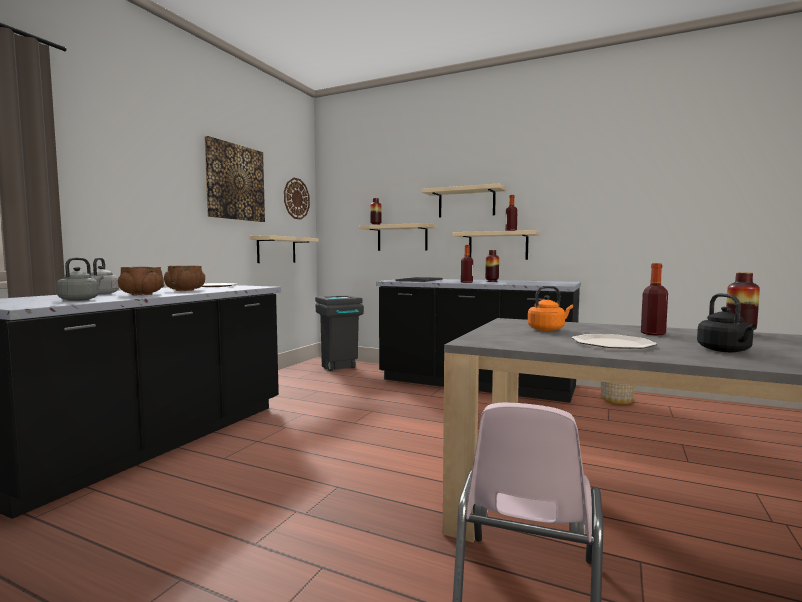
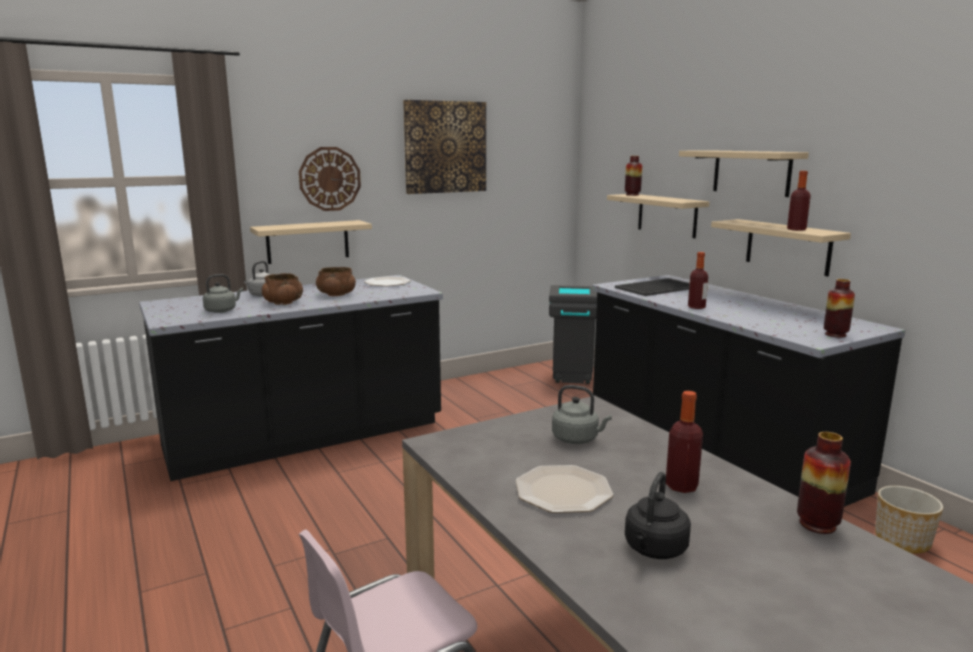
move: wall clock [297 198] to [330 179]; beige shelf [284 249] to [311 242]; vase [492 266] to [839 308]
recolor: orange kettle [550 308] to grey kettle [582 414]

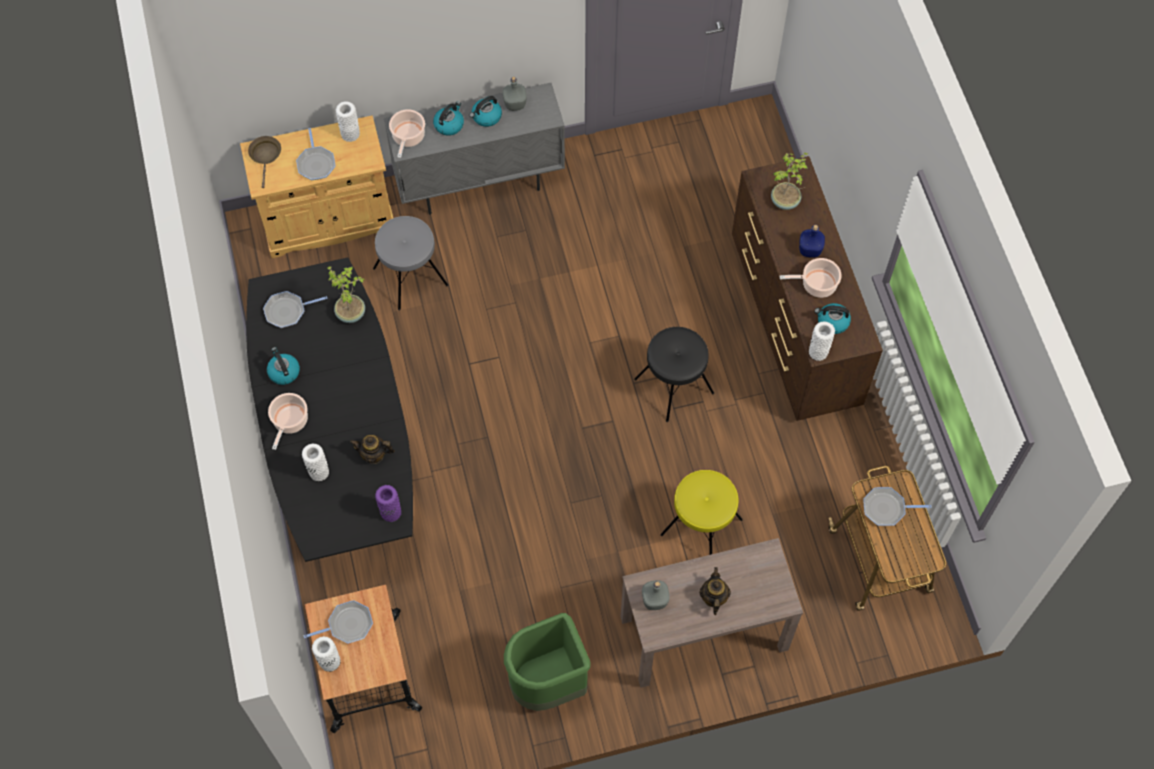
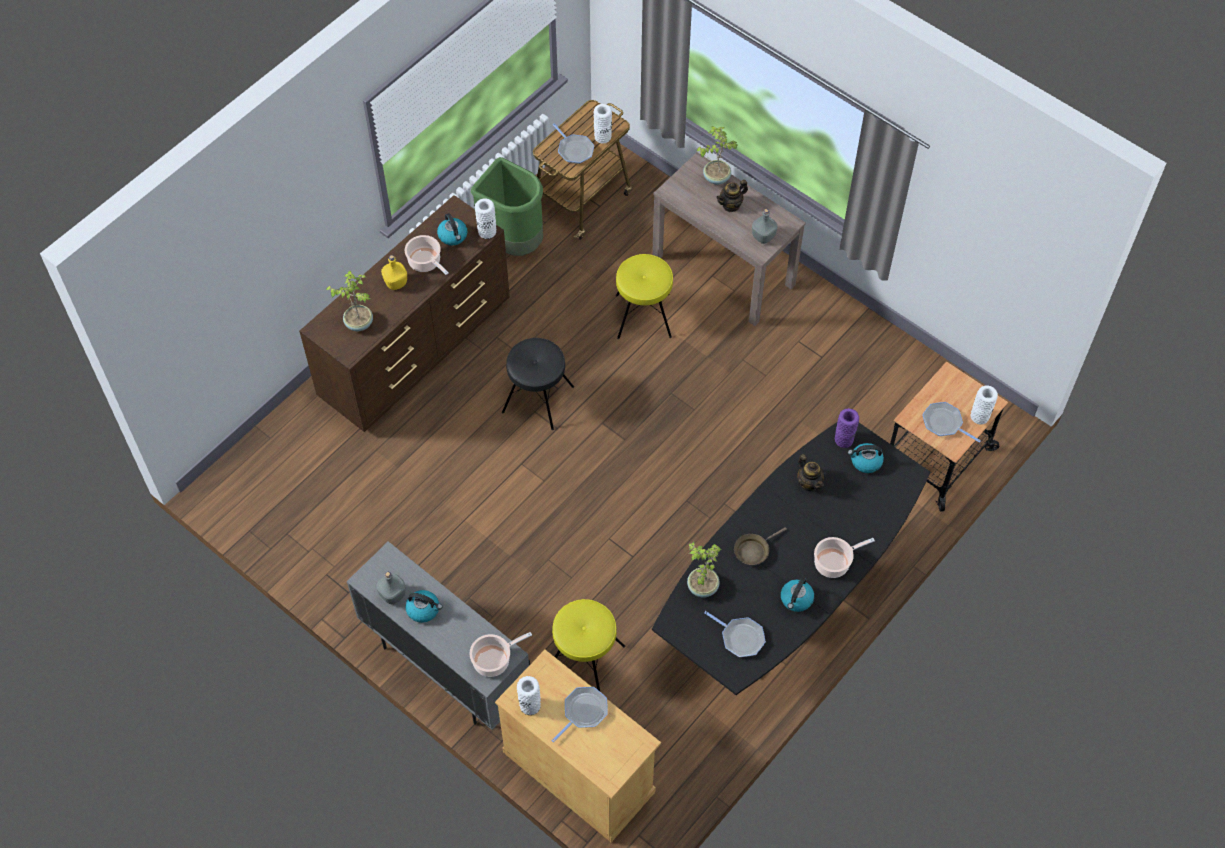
insert: potted plant [717 155]
move: kettle [448 118] to [866 458]; brown frying pan [264 162] to [760 546]; white vase [315 463] to [603 124]; green trash can [547 662] to [507 206]
recolor: grey stool [410 263] to yellow stool [588 645]; blue bottle [812 241] to yellow bottle [394 272]

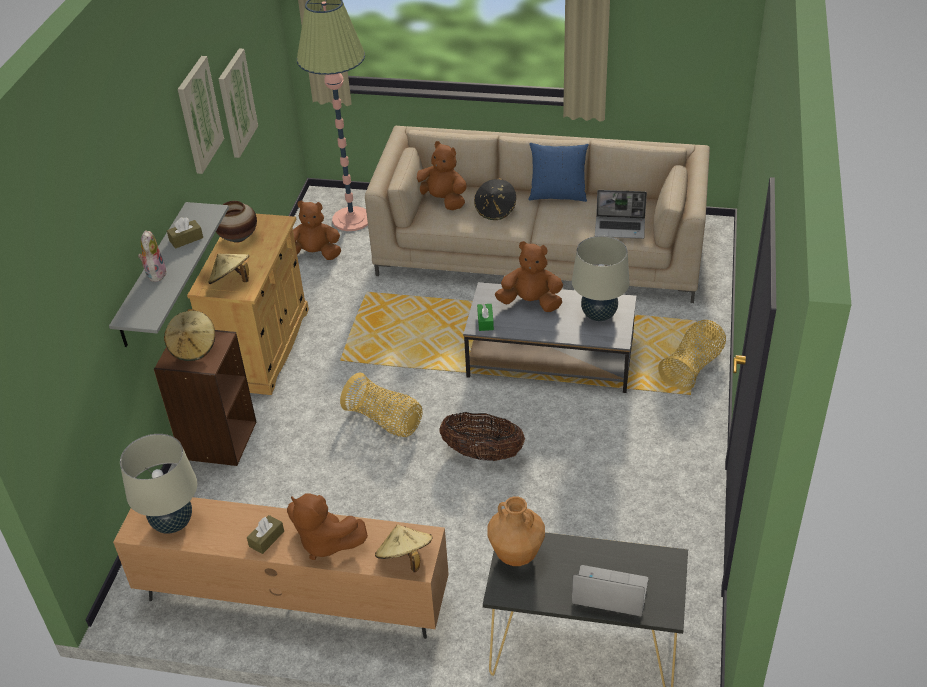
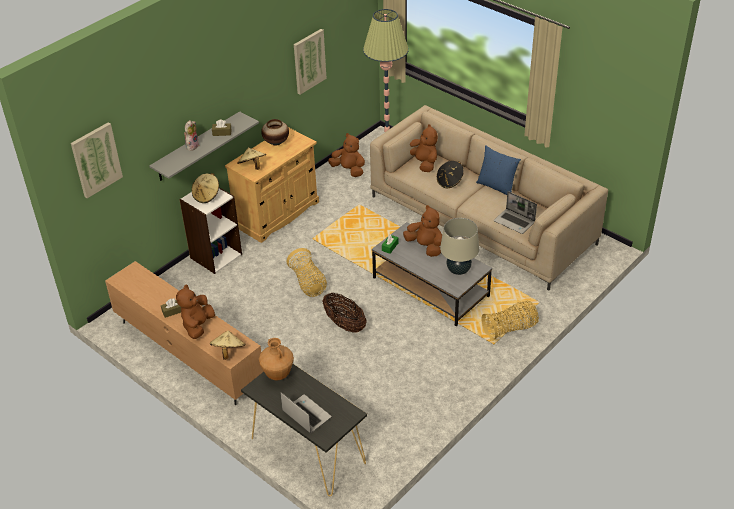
delete: beige table lamp [158 484]
move: picture [201 115] to [97 160]
recolor: brown bookcase [205 398] to white bookcase [210 230]
rotate: brown plush toy [327 526] = [195 311] 45 degrees clockwise

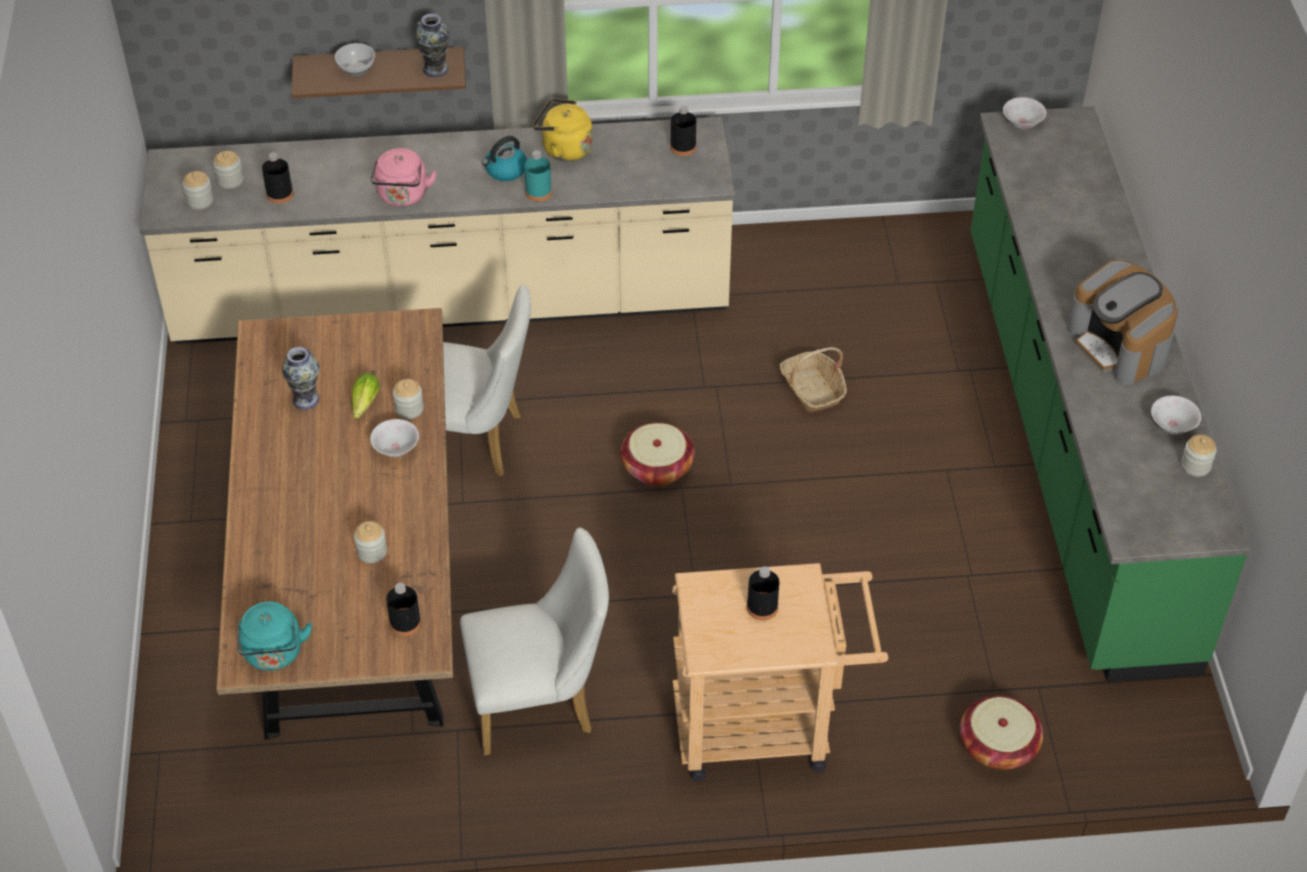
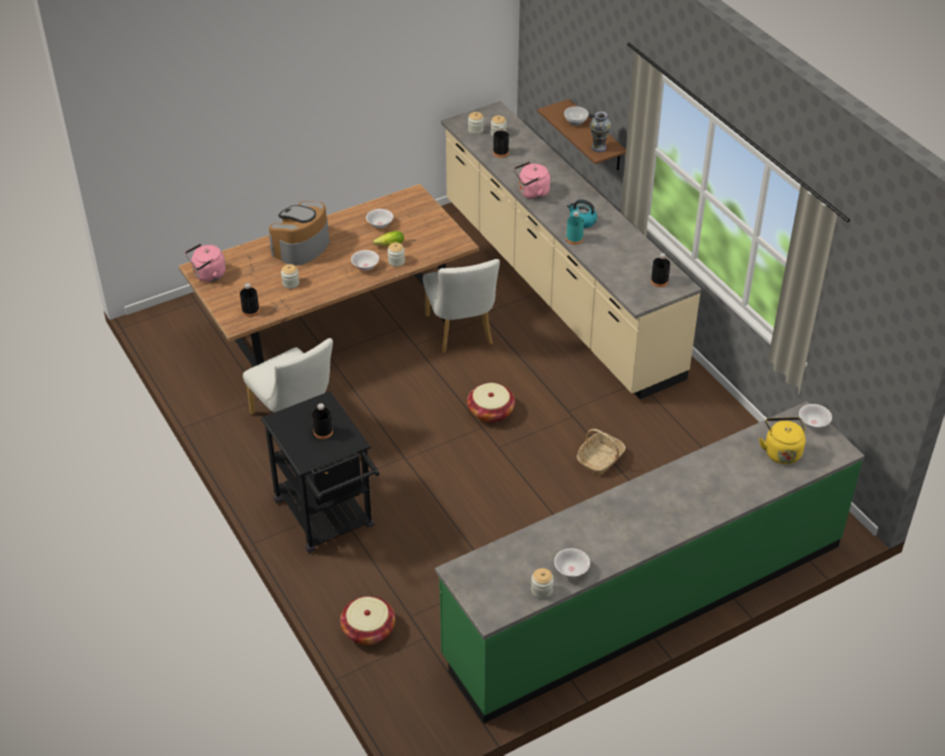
move: yellow kettle [563 129] to [782 440]; coffee machine [1122 322] to [299 233]
replace: vase [301 378] to white bowl [379 218]
recolor: beige cart [780 672] to black cart [320 472]; turquoise kettle [274 636] to pink kettle [205 263]

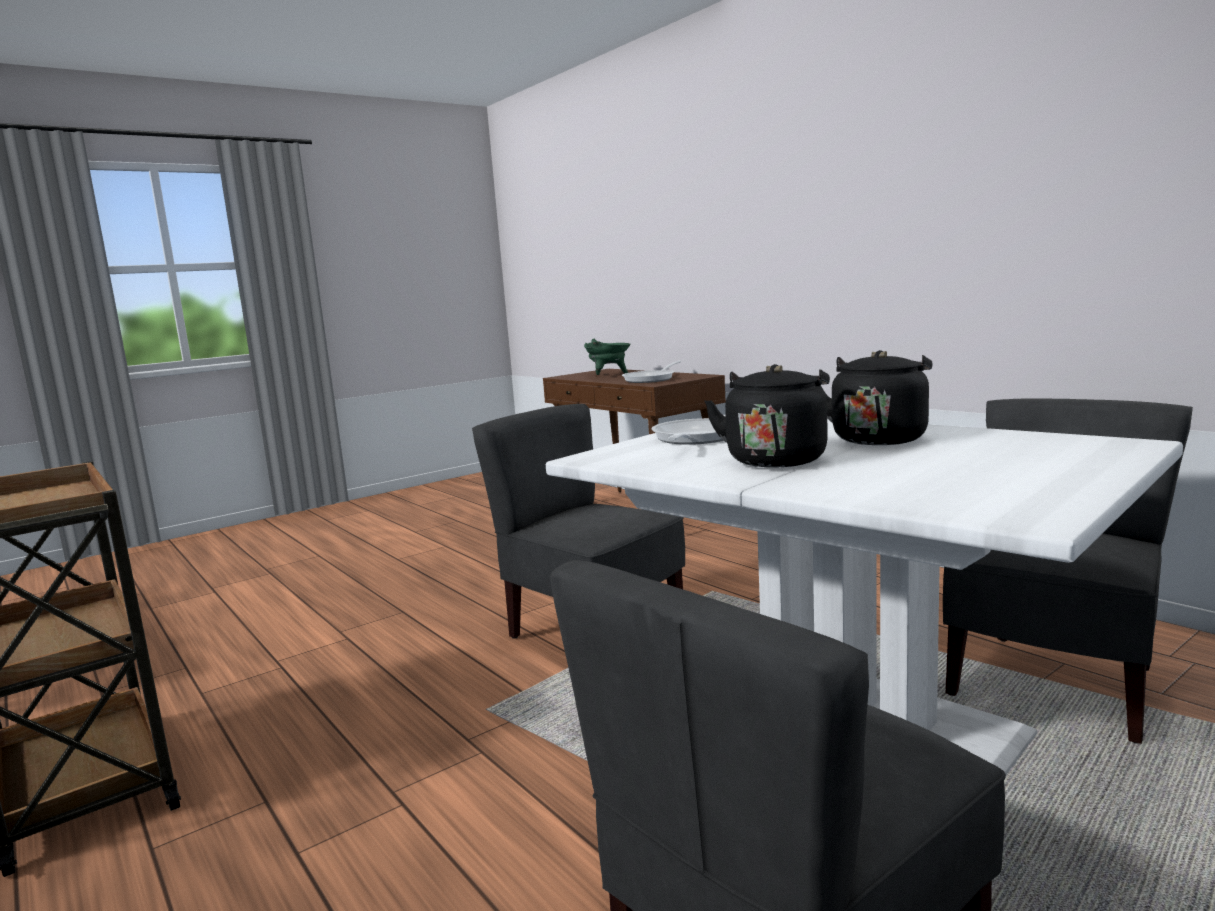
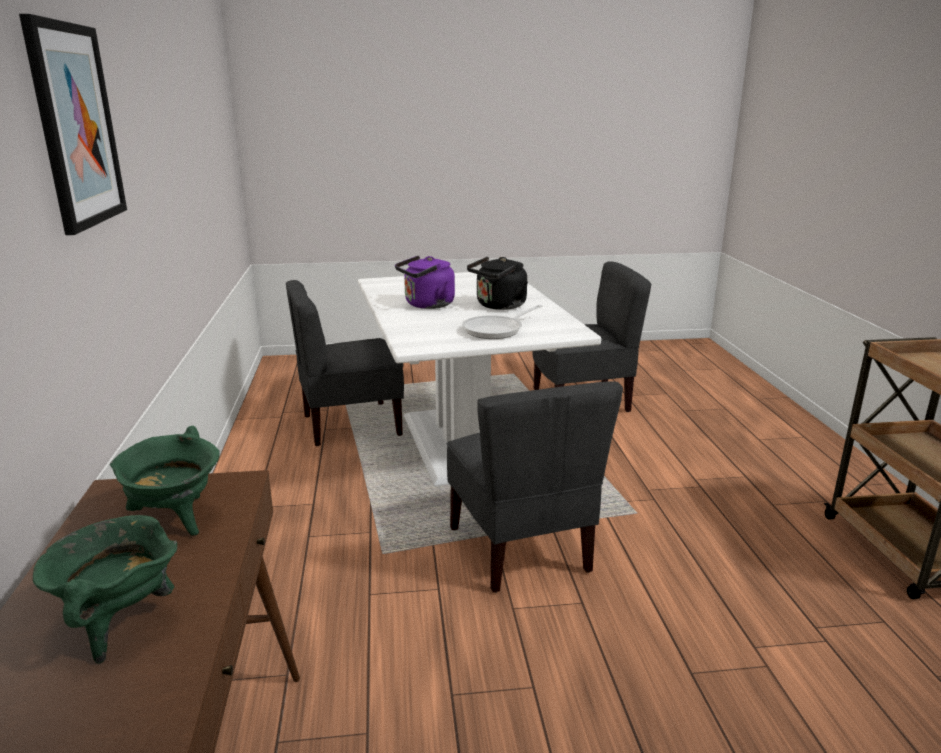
insert: picture [73 124]
replace: frying pan [651 372] to green cooking pot [164 481]
recolor: black kettle [875 397] to purple kettle [425 282]

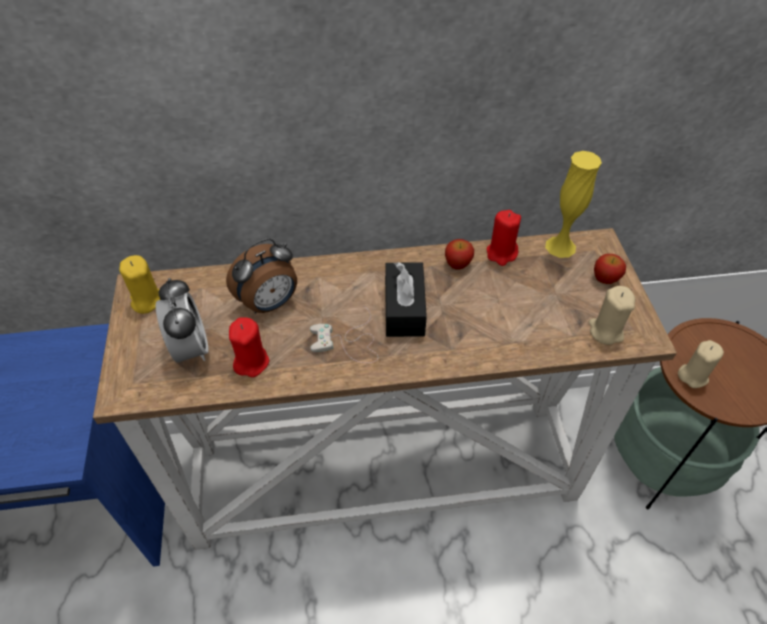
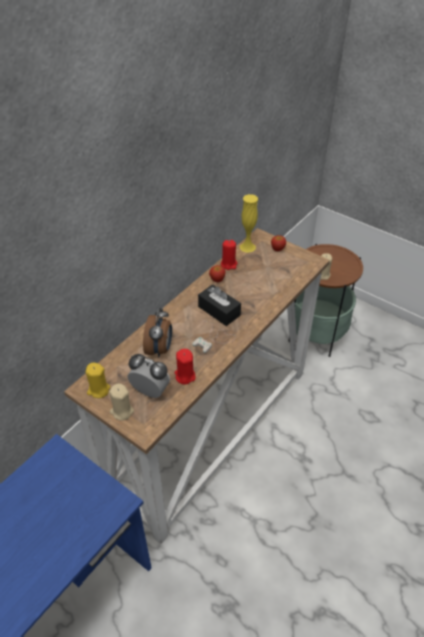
move: beige candle [612 315] to [121 402]

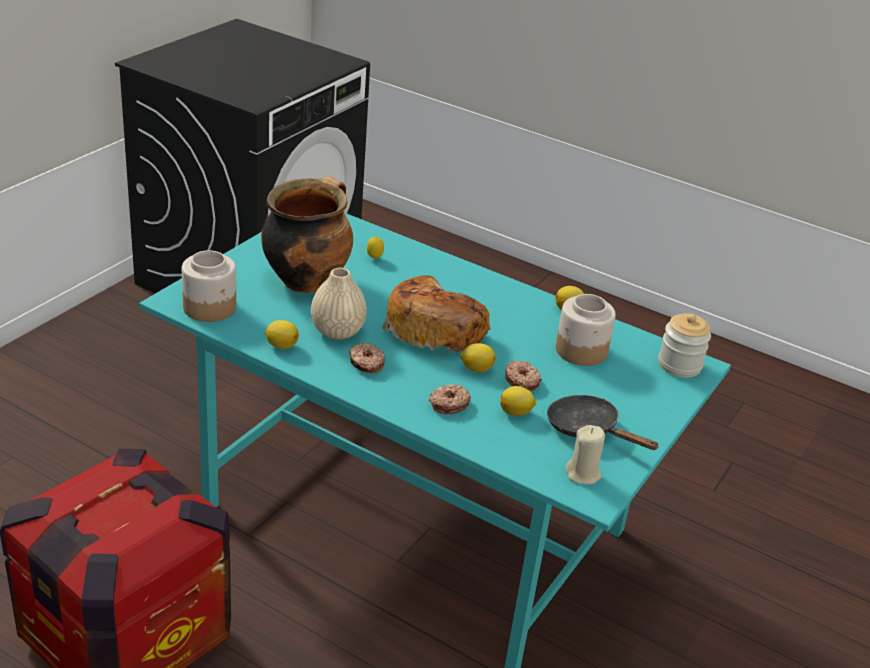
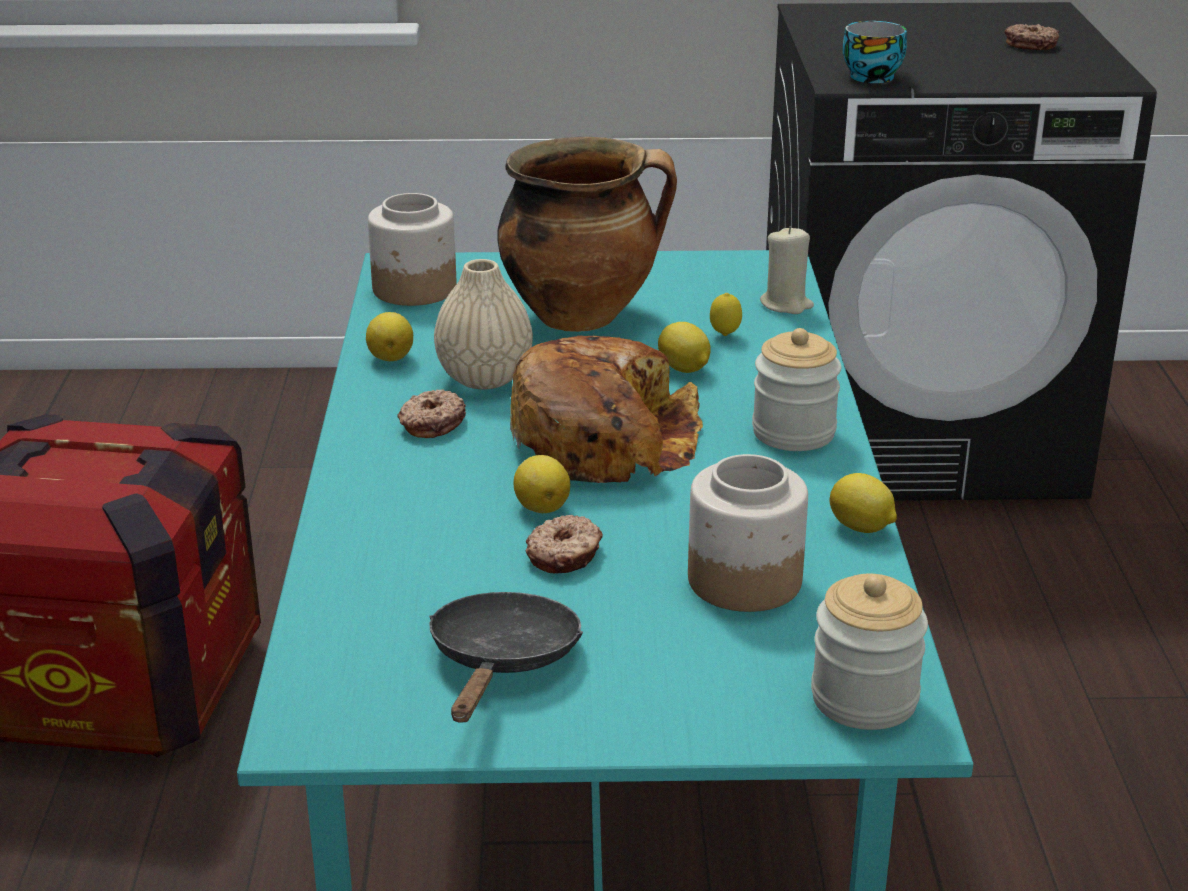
insert: cup [875 52]; jar [796 389]
move: donut [450 399] to [1032 37]; lemon [518 401] to [684 347]; beige candle [585 455] to [787 270]

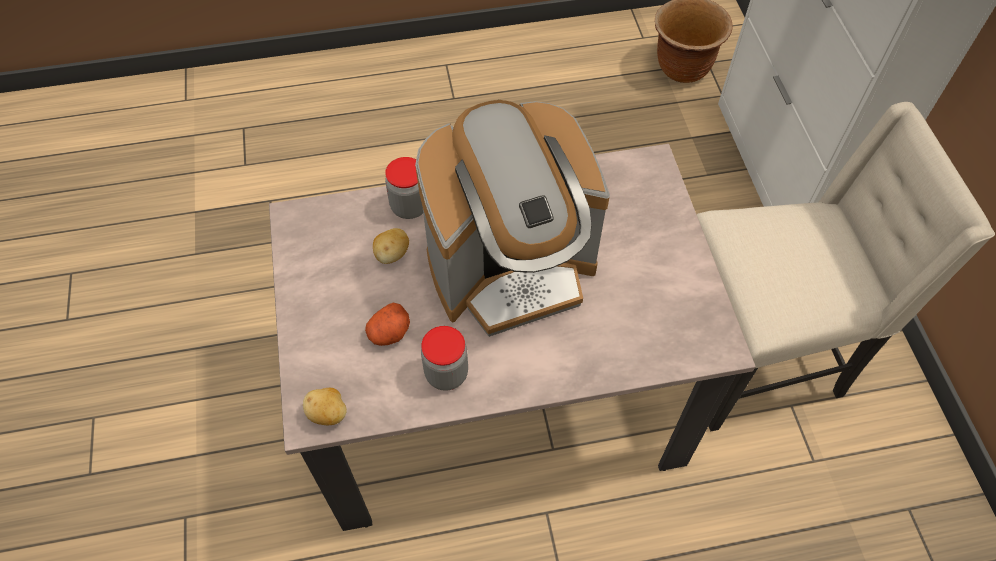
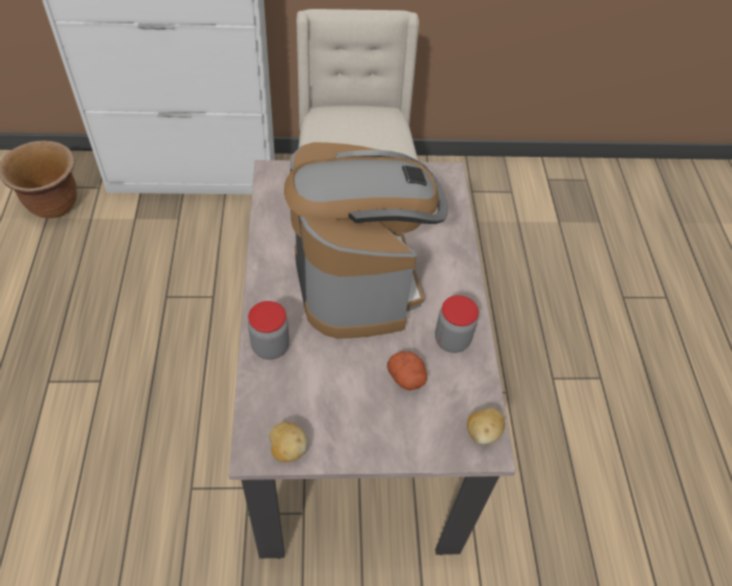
move: potato [391 246] to [288 442]

